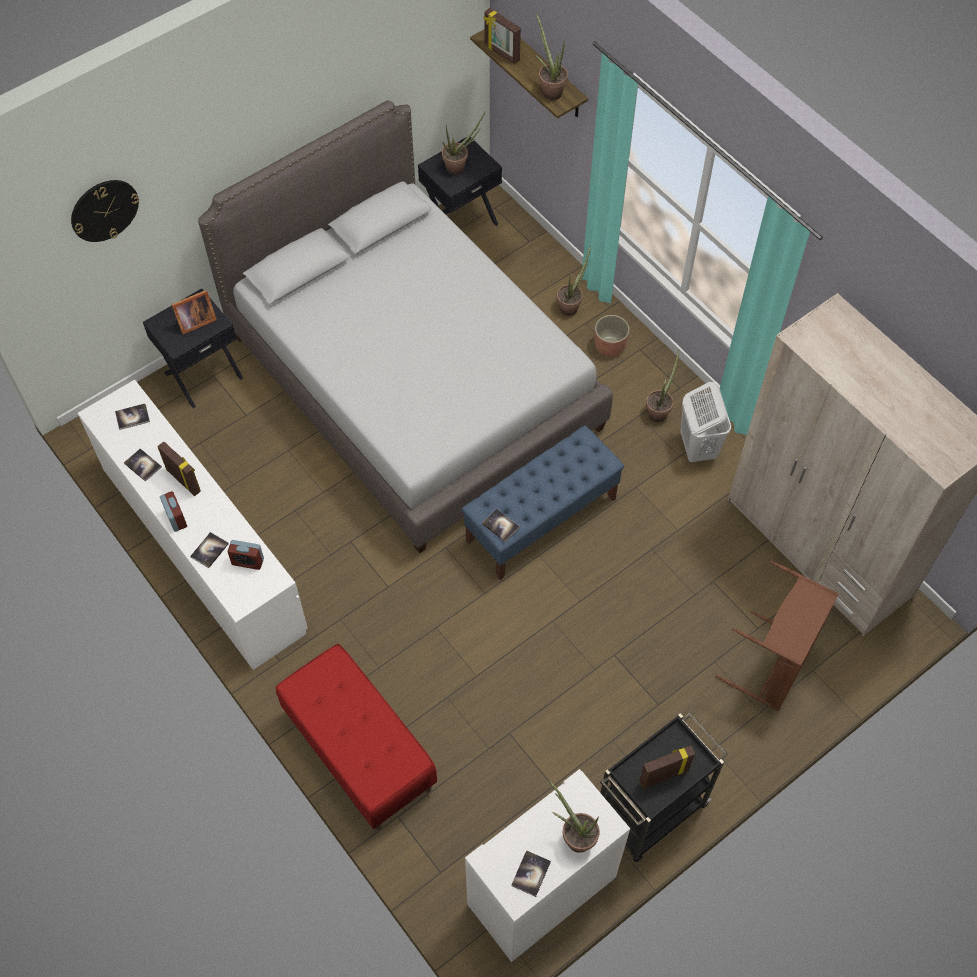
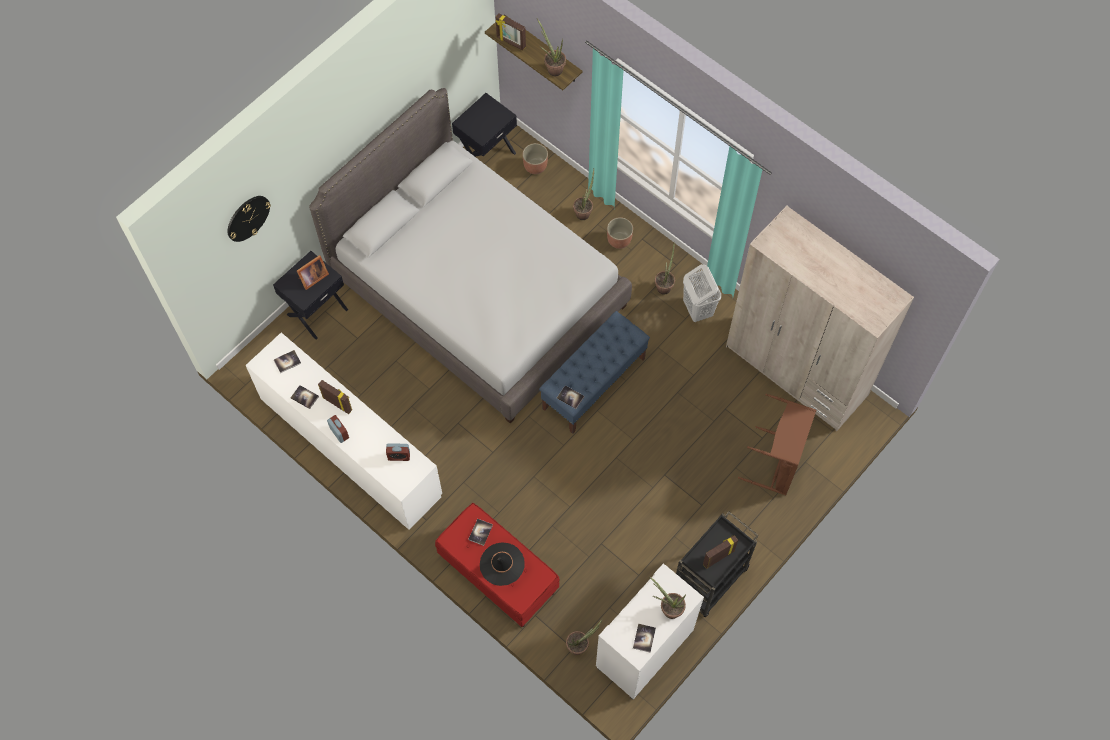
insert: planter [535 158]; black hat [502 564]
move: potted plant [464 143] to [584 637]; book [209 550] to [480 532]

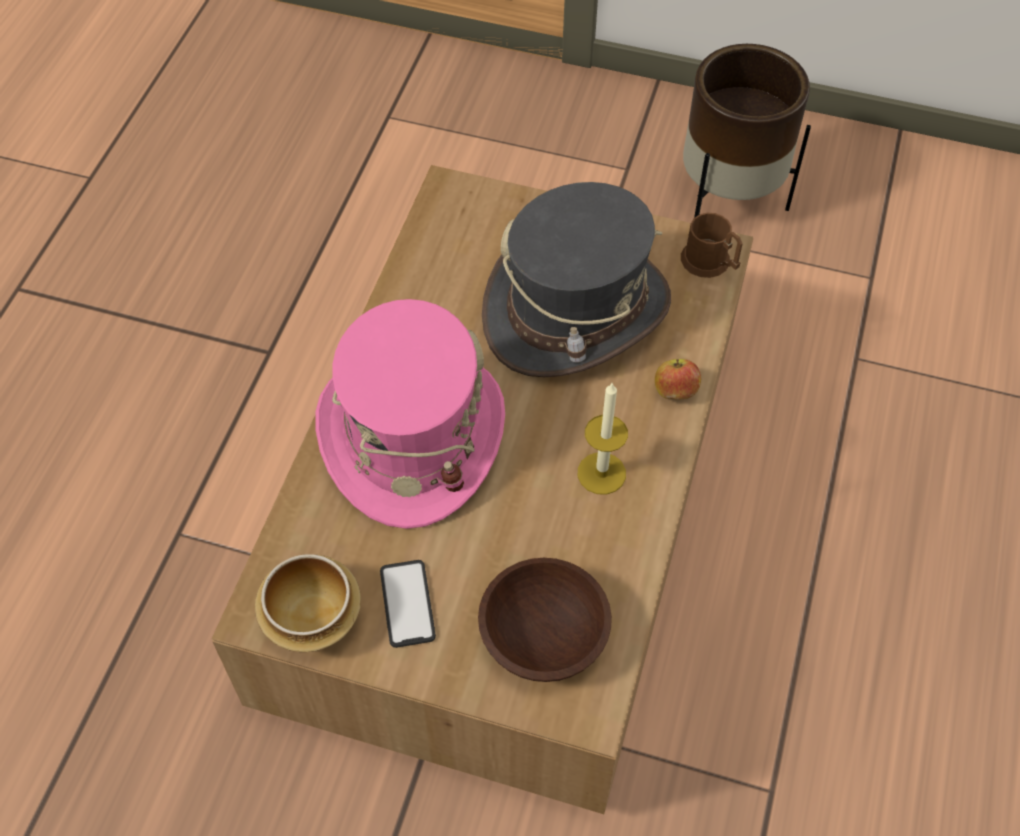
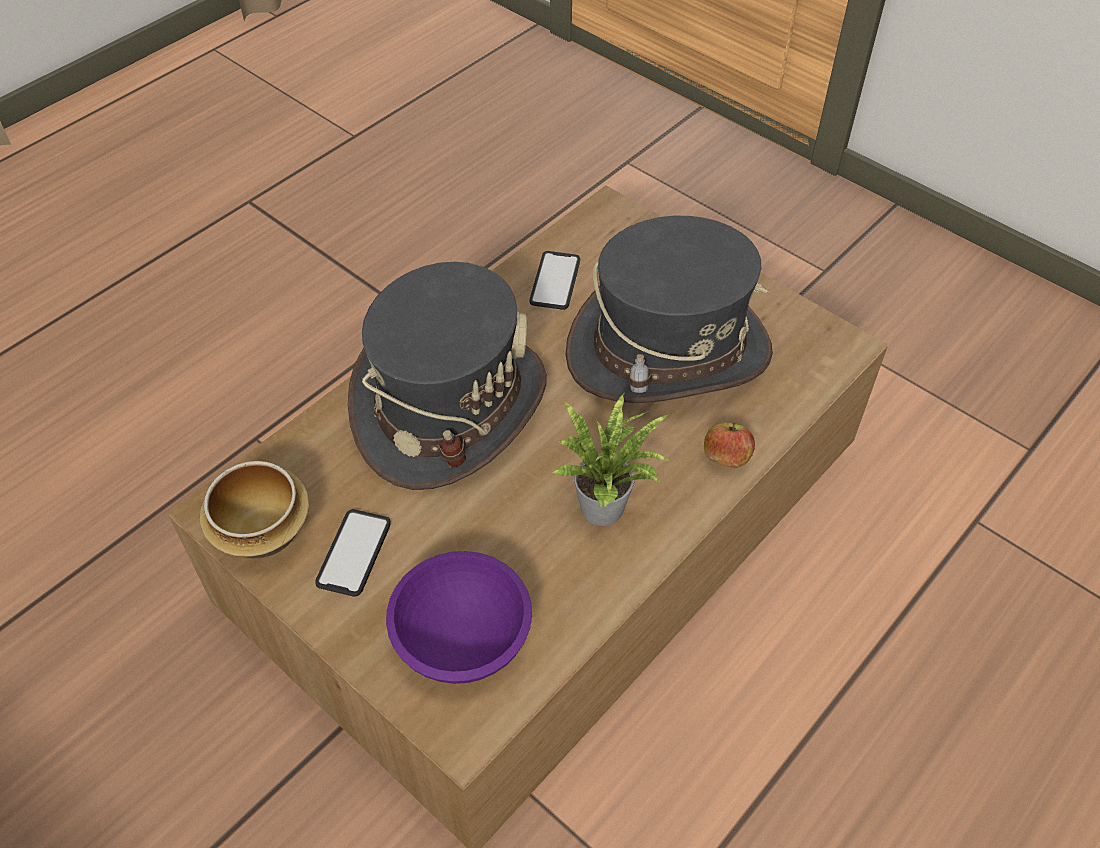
delete: brown planter [747 131]; brown mug [712 245]
insert: phone [554 280]
replace: candle [603 439] to potted plant [611 460]
recolor: pink hat [410 414] to grey hat [447 376]; brown bowl [545 620] to purple bowl [459 617]

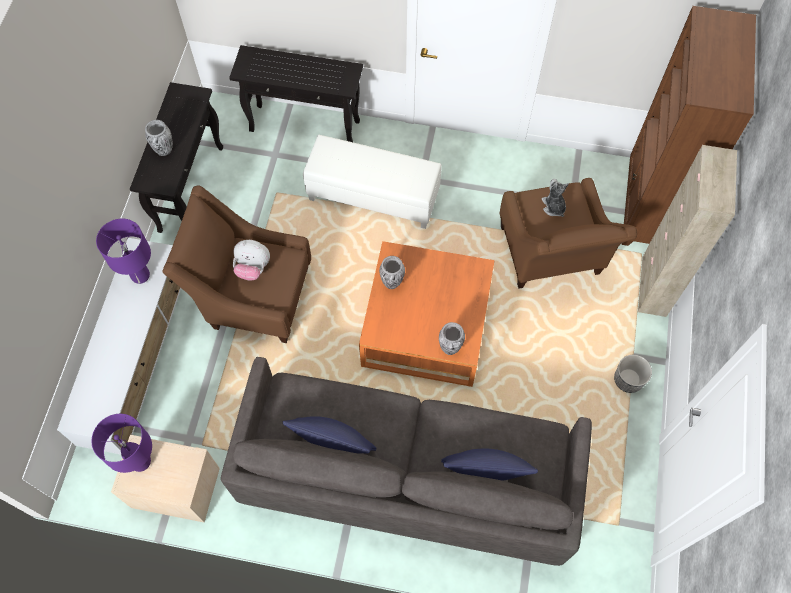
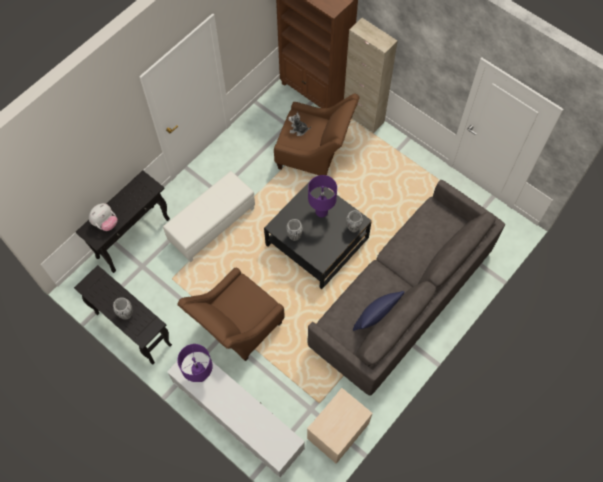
delete: planter [633 374]; blue pillow [489 464]
move: plush toy [251 260] to [103 217]; purple table lamp [121 443] to [322 196]
recolor: orange coffee table [426 314] to black coffee table [318 233]

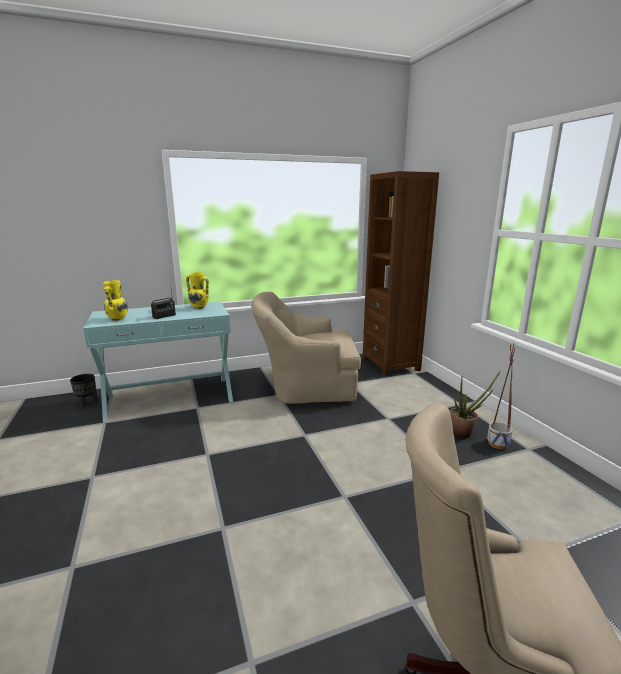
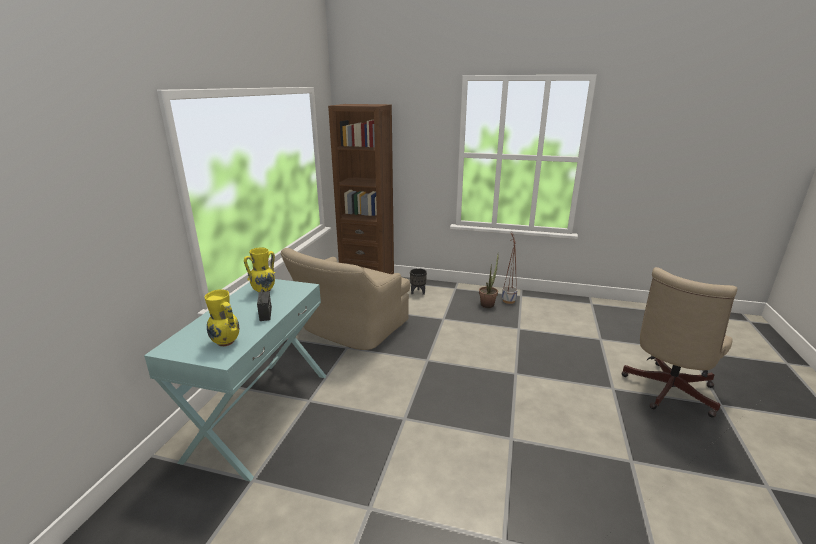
move: black planter [84 391] to [418 281]

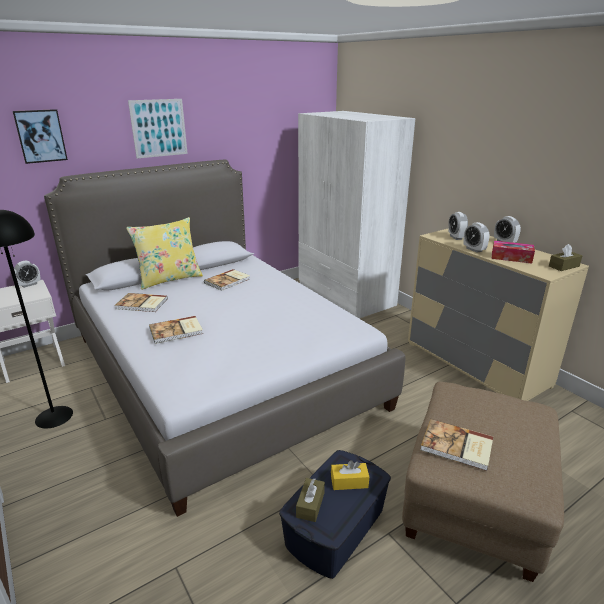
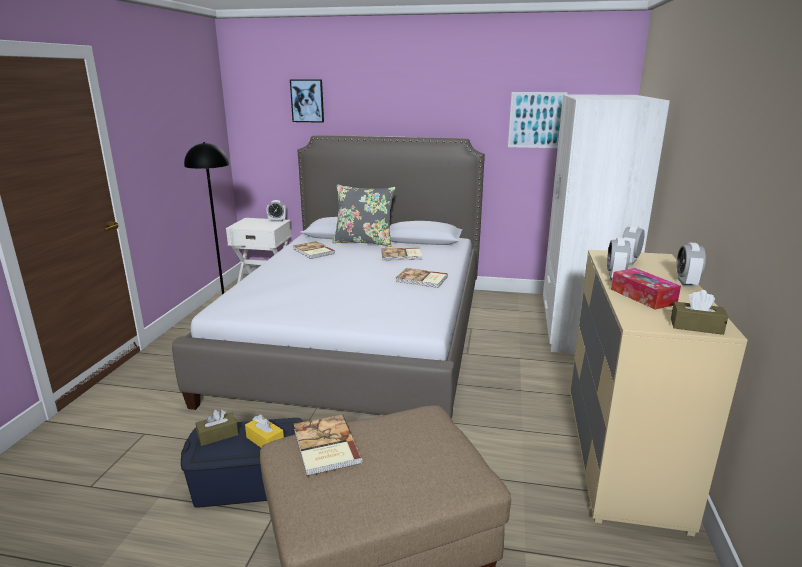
move: picture [158 129] to [538 120]; book [176 330] to [422 278]
recolor: yellow pillow [164 253] to grey pillow [364 216]

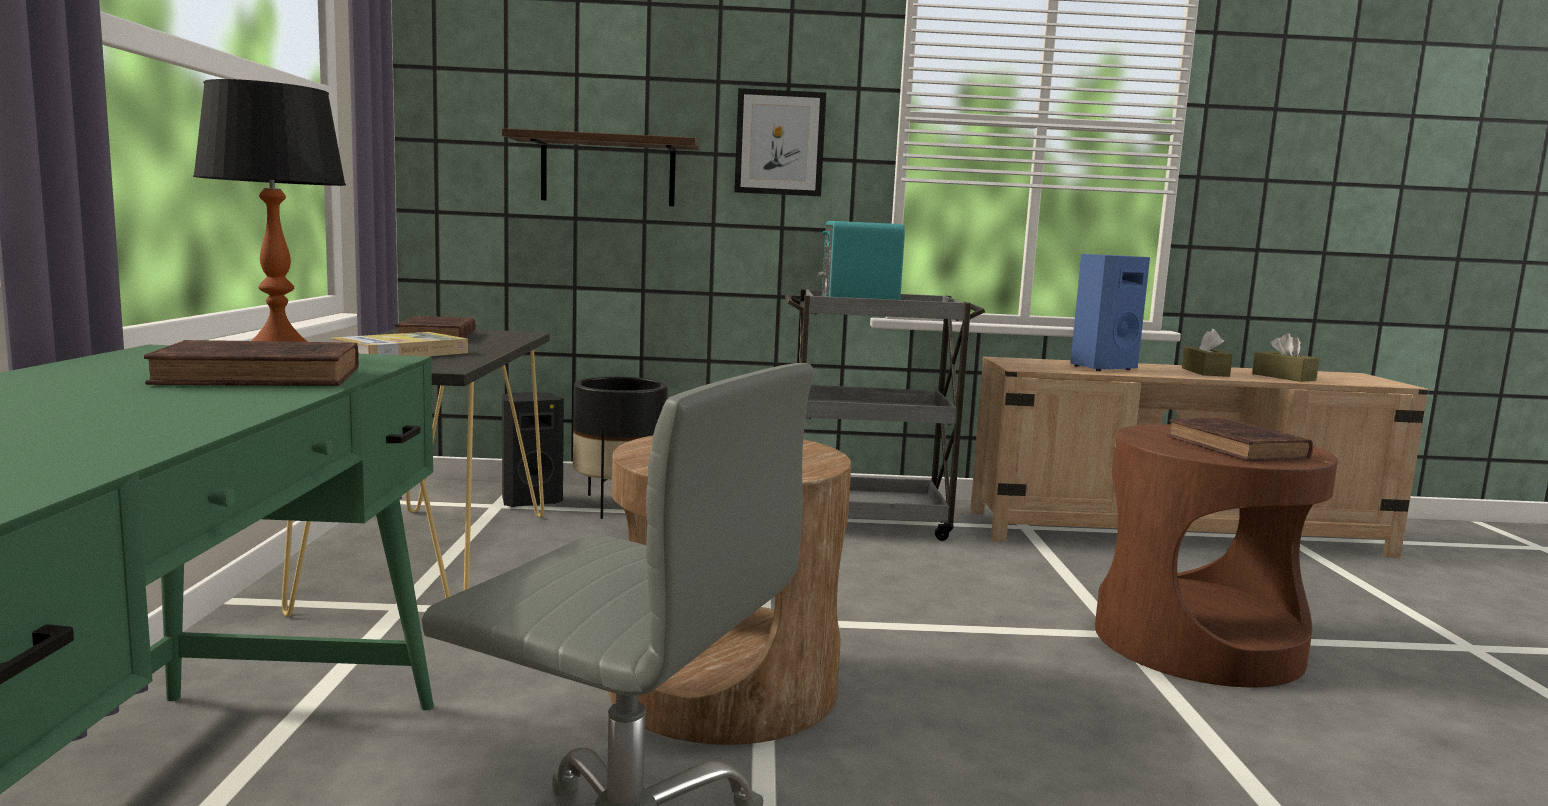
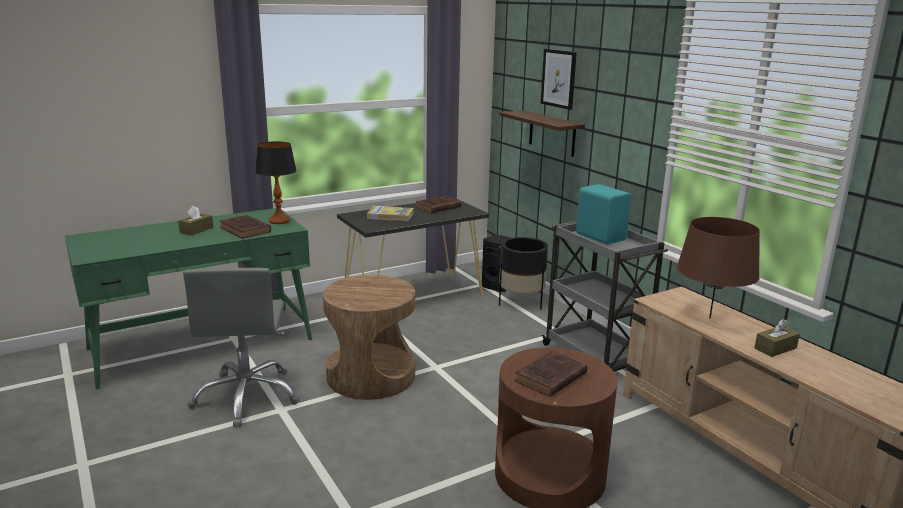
move: picture [780 142] to [559 79]; brown tissue box [1285 357] to [195 220]
replace: blue speaker [1110 312] to brown table lamp [718 268]

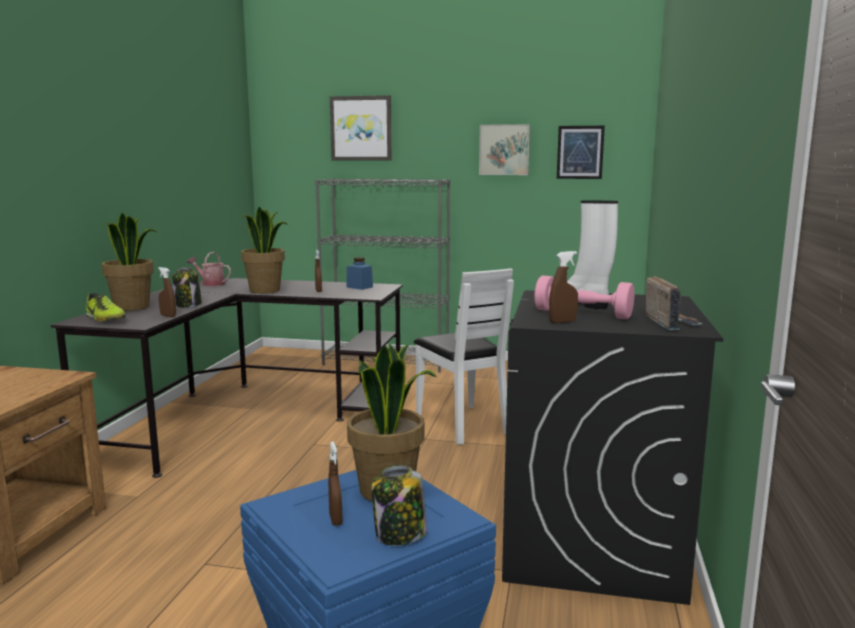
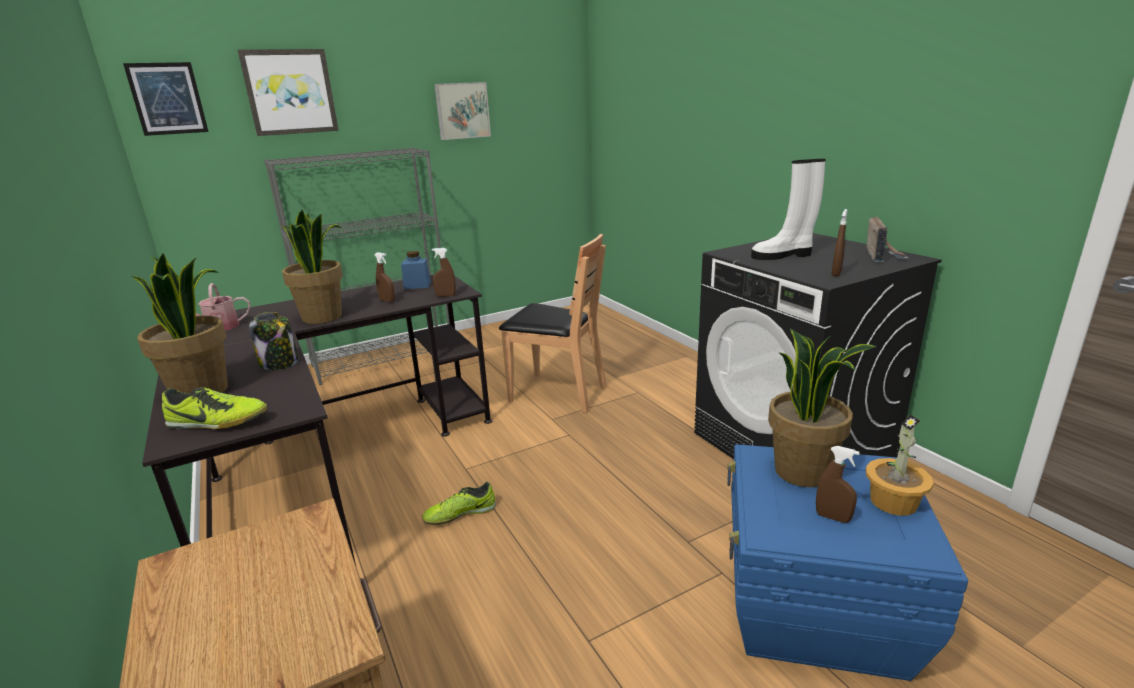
delete: pink dumbbell [584 297]
insert: shoe [459 503]
move: picture [581 152] to [166 99]; brown spray bottle [167 292] to [444 272]
replace: jar [399 505] to potted plant [900 465]
recolor: white chair [464 356] to brown chair [553 323]
rotate: radio [674 303] = [887 239] 60 degrees clockwise

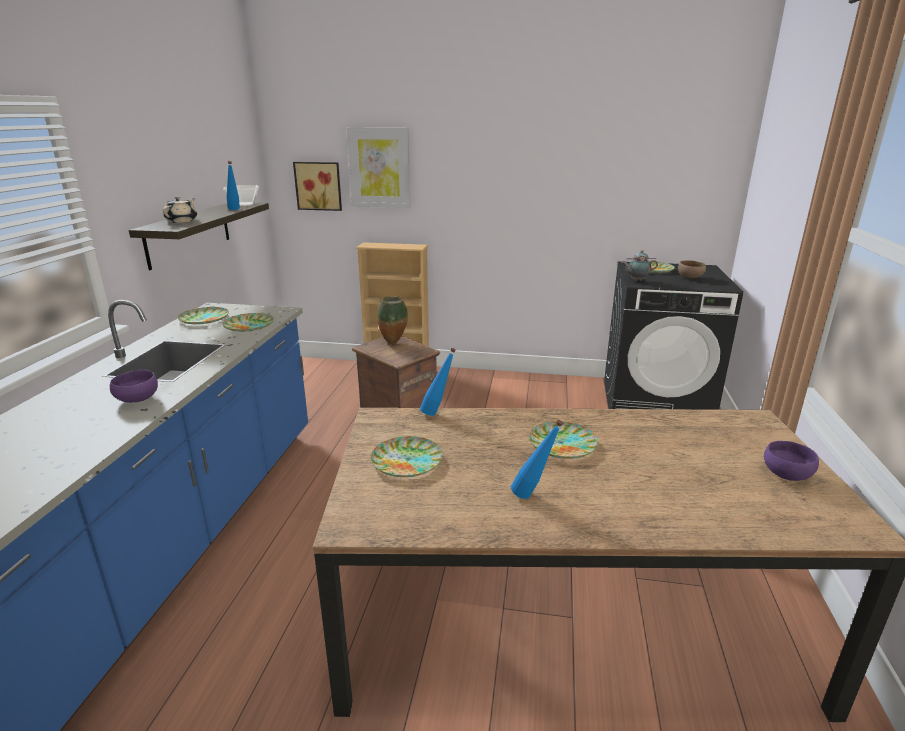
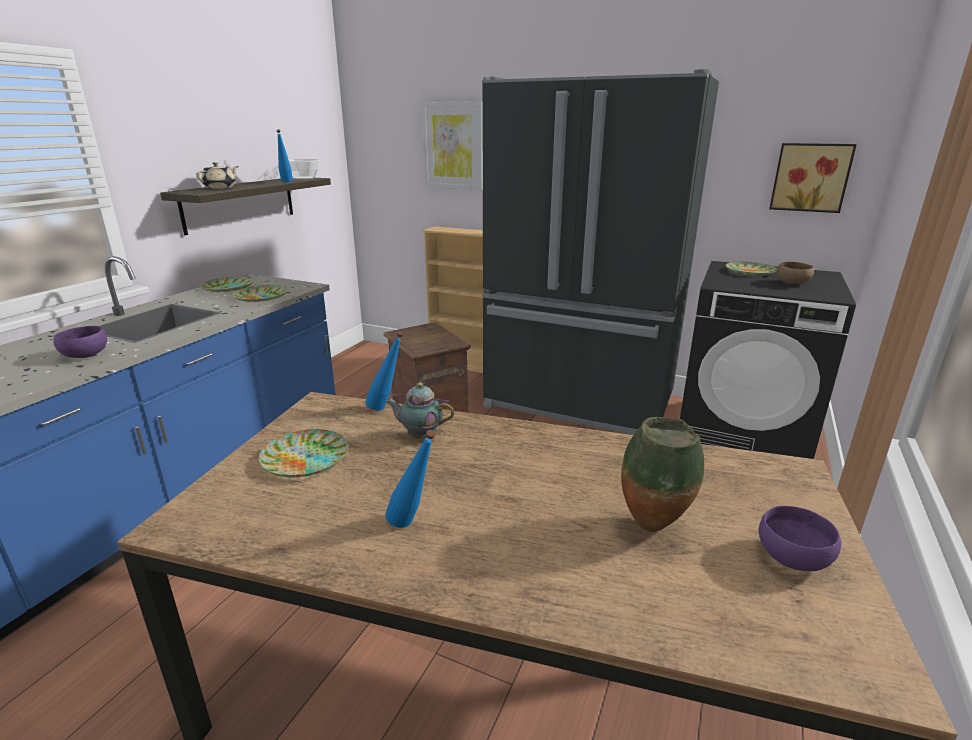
delete: plate [563 440]
insert: black fridge [600 252]
move: picture [317 186] to [813 178]; teapot [639 265] to [419 410]; vase [392 320] to [662 474]

